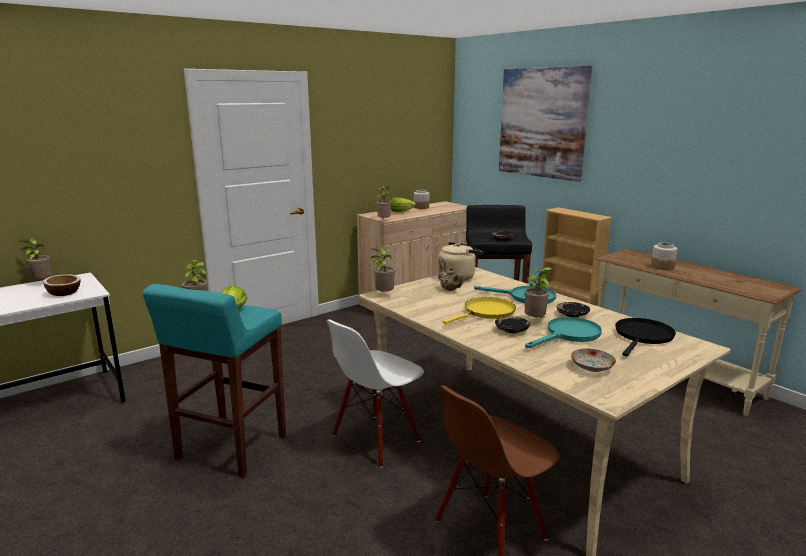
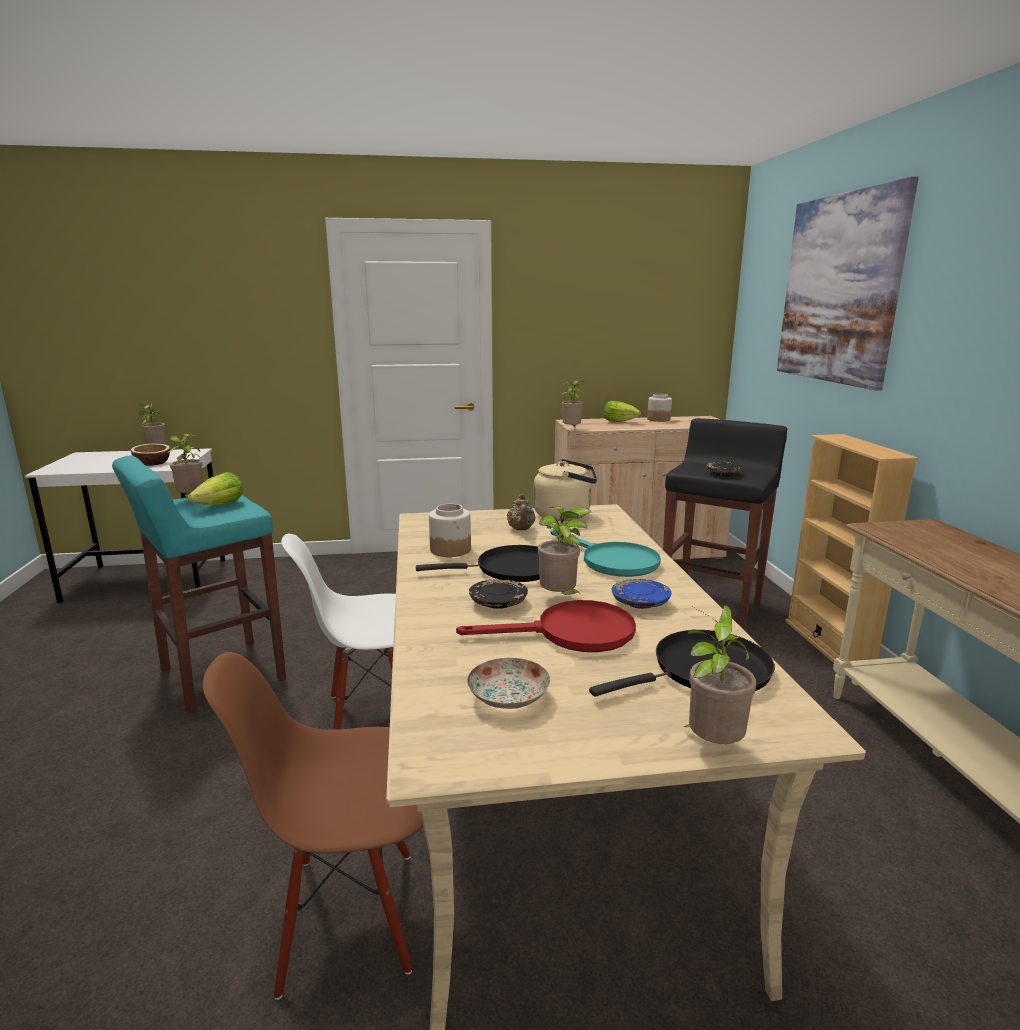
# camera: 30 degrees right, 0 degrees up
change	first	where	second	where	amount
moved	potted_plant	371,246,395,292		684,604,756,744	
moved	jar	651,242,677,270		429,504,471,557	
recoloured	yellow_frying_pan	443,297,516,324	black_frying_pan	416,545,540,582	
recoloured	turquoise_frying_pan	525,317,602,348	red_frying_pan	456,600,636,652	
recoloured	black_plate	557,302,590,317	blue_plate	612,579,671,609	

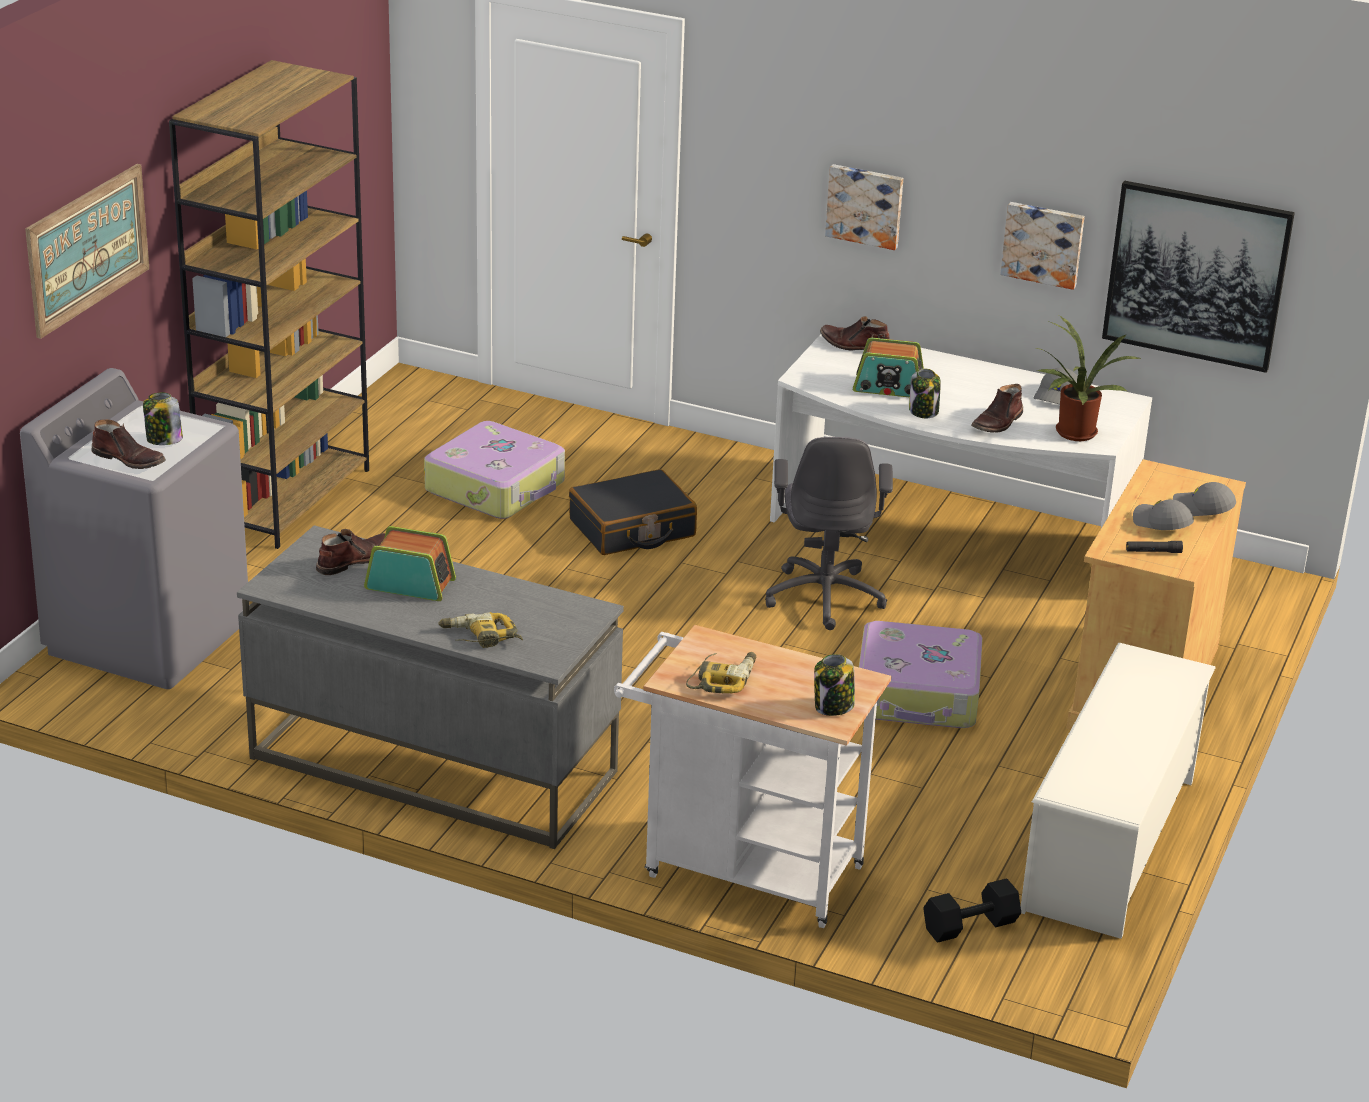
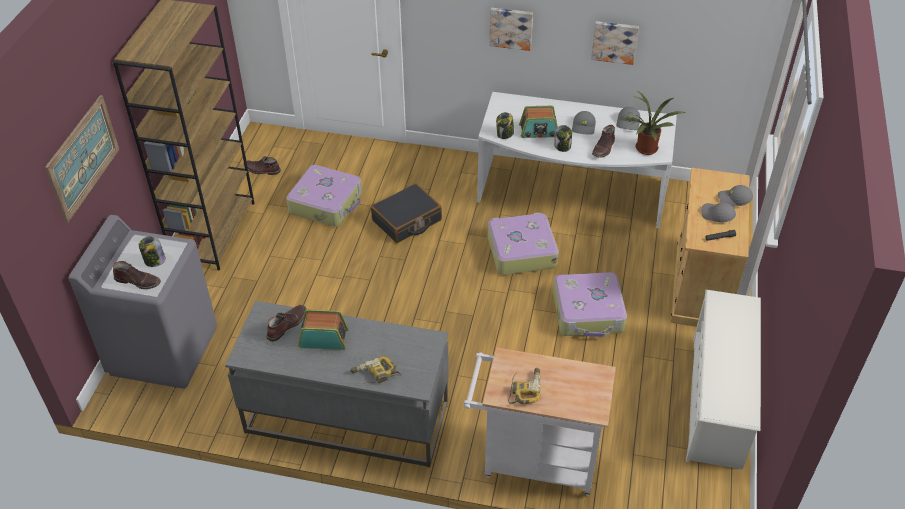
# camera: 10 degrees left, 15 degrees up
change	first	where	second	where	amount
removed	black_dumbbell	923,878,1021,943			
removed	picture	1102,181,1295,373			
added			grey_cap	572,111,596,134	
moved	jar	814,654,855,716		496,112,514,139	
moved	brown_boot	820,316,890,351		244,156,281,175	
replaced	grey_office_chair	765,437,893,630	suitcase	488,213,559,275	

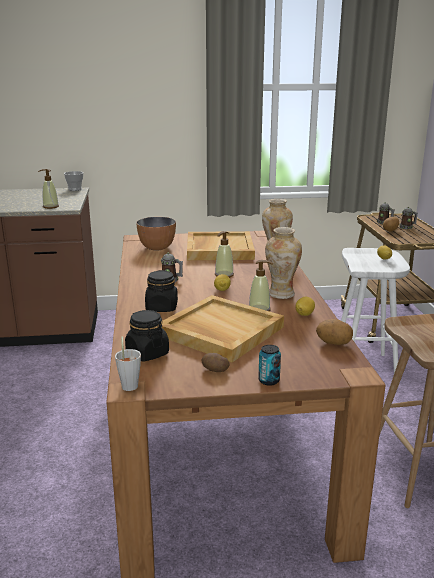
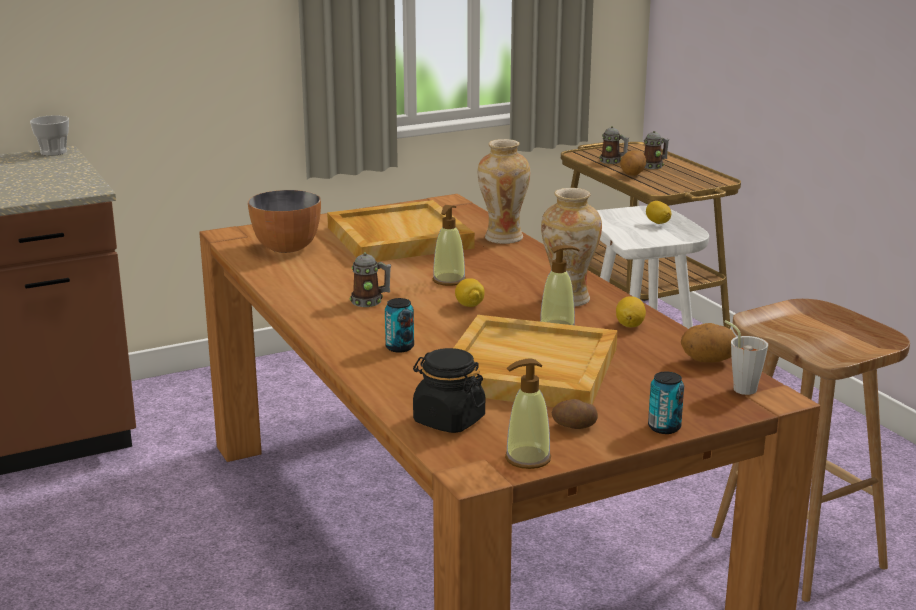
# camera: 20 degrees left, 0 degrees up
change	first	where	second	where	amount
moved	soap_dispenser	38,169,59,209		505,359,551,469	
moved	grey_cup	115,336,141,391		725,320,768,395	
replaced	black_jar	145,270,178,312	can	385,298,414,353	

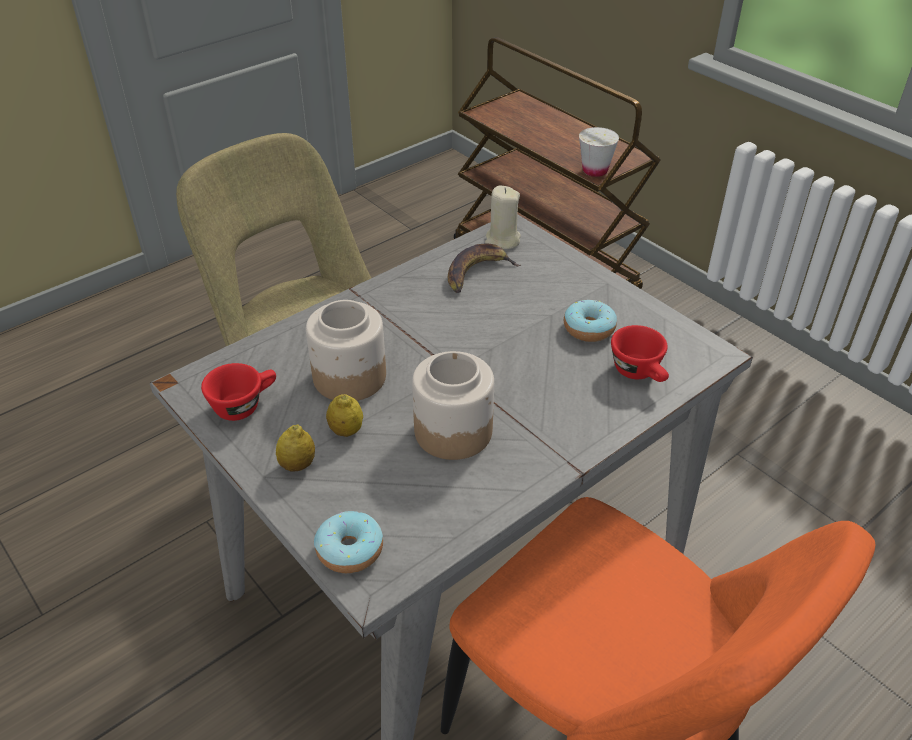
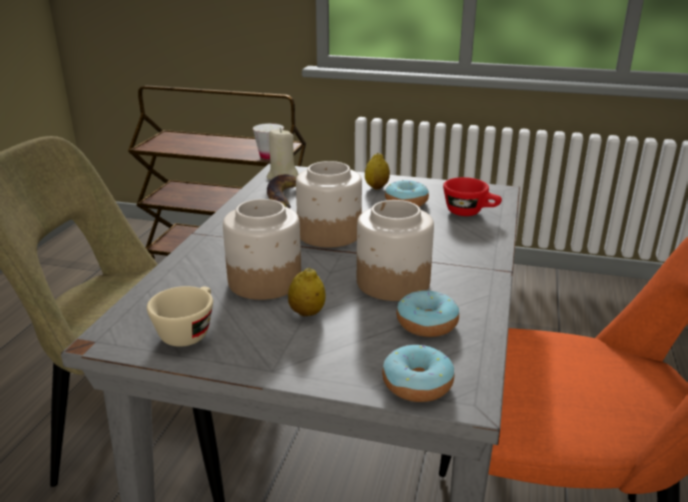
# camera: 35 degrees left, 15 degrees down
change	first	where	second	where	amount
added			jar	296,161,362,248	
added			donut	396,290,459,337	
moved	lemon	276,425,315,472		365,153,390,190	
recoloured	red_cup	201,363,276,421	beige_cup	147,286,213,347	

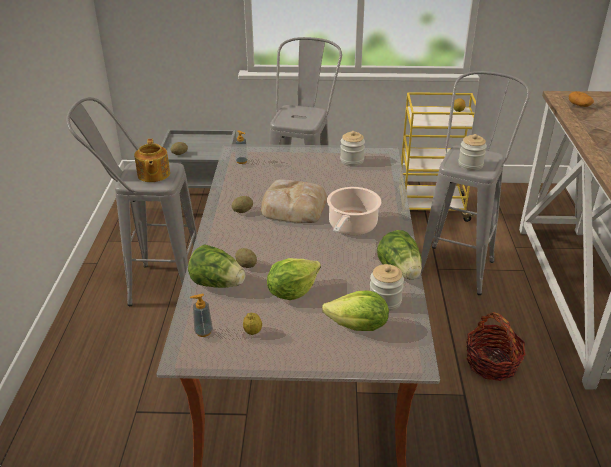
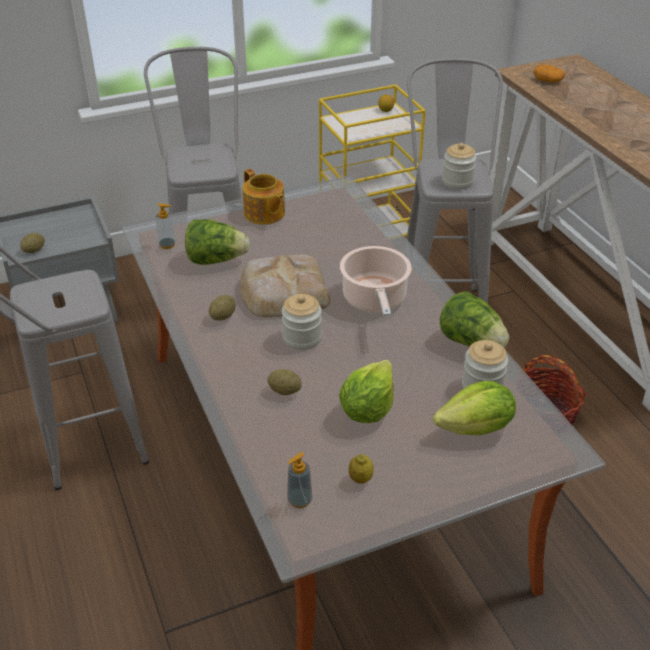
# camera: 25 degrees left, 5 degrees up
change	first	where	second	where	amount
moved	teapot	134,139,170,182		242,169,285,225	
moved	lettuce	188,244,245,288		185,219,250,265	
moved	jar	340,131,365,166		282,294,322,350	

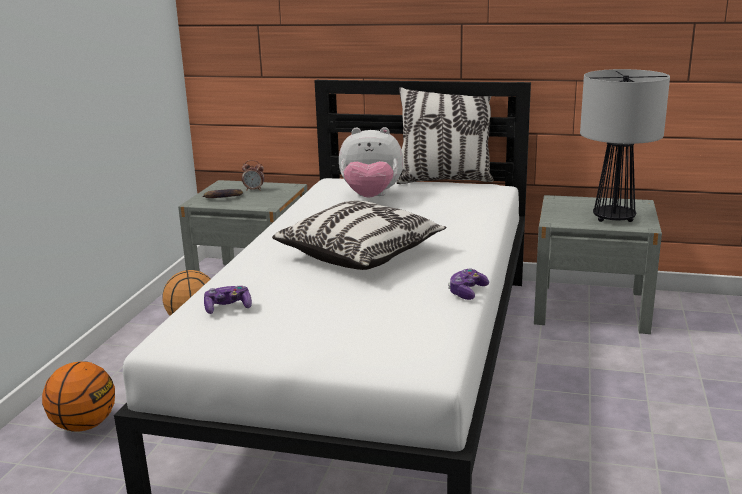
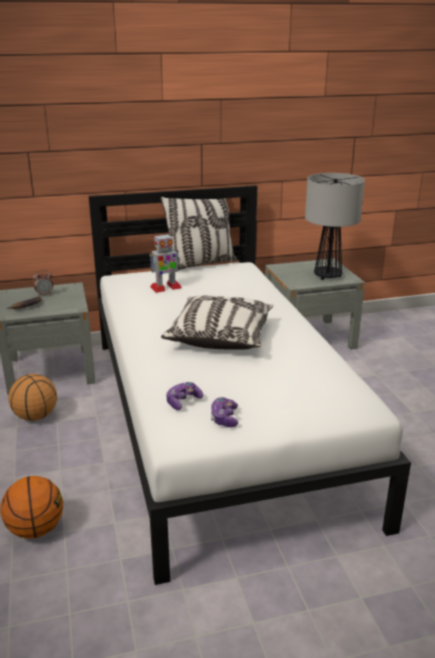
# camera: 30 degrees left, 5 degrees up
change	first	where	second	where	amount
moved	game_controller	448,268,489,300		211,397,238,427	
replaced	plush_toy	339,127,404,198	toy_robot	150,233,182,293	

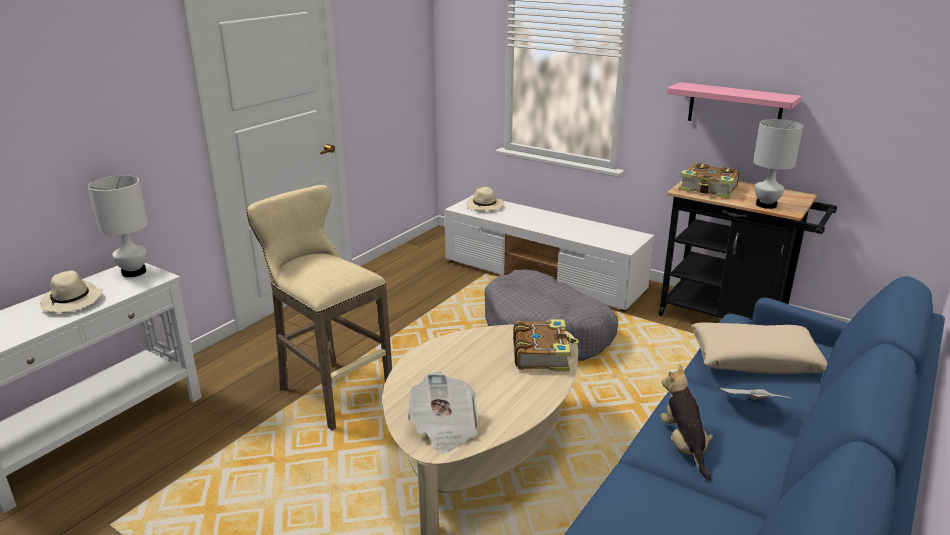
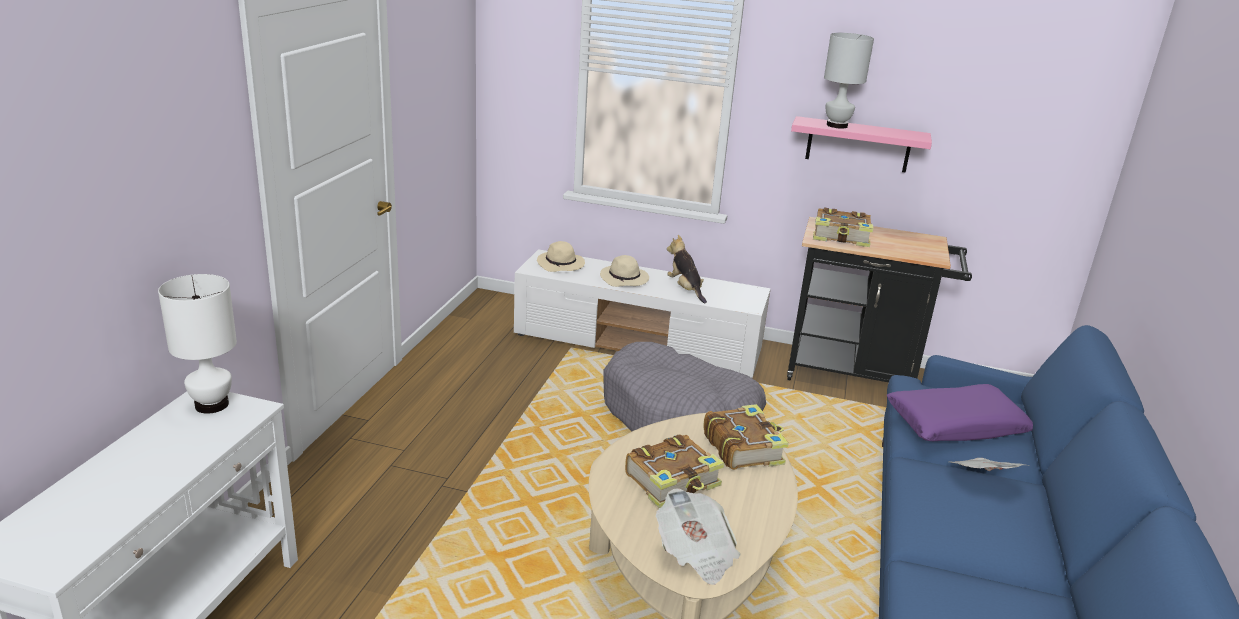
# camera: 20 degrees left, 0 degrees up
change	first	where	second	where	amount
removed	beige_stool	247,185,392,430			
added			book	625,435,724,508	
moved	beige_hat	40,271,103,313		600,255,649,287	
moved	plush_toy	660,364,713,481		667,235,707,304	
moved	white_table_lamp	753,119,803,209		824,33,874,129	
recoloured	beige_pillow	692,322,828,374	purple_pillow	887,384,1033,441	

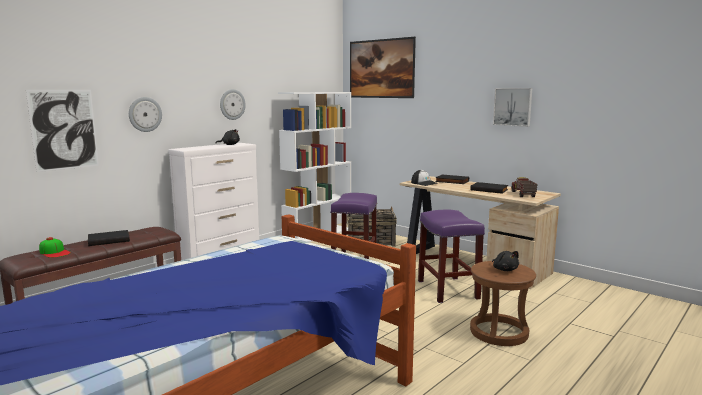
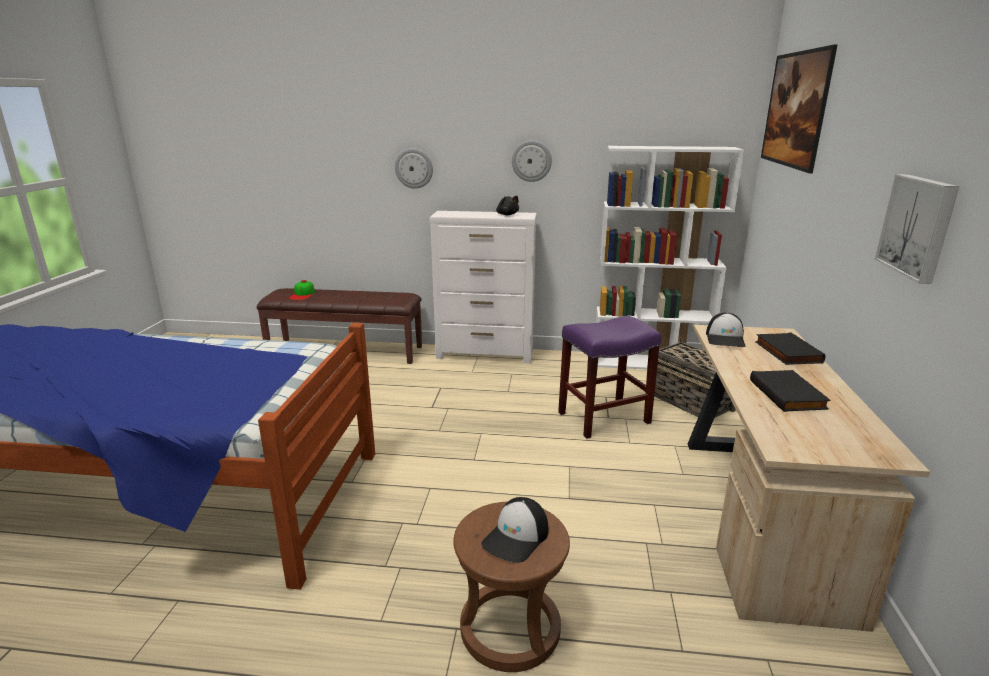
# camera: 55 degrees right, 10 degrees up
change	first	where	second	where	amount
removed	picture	26,90,99,172			
removed	black_book	88,230,130,246			
removed	purple_stool	418,210,485,303			
removed	toy_truck	511,177,538,197			
replaced	black_plush_toy	492,251,519,271	cap	481,497,548,563	

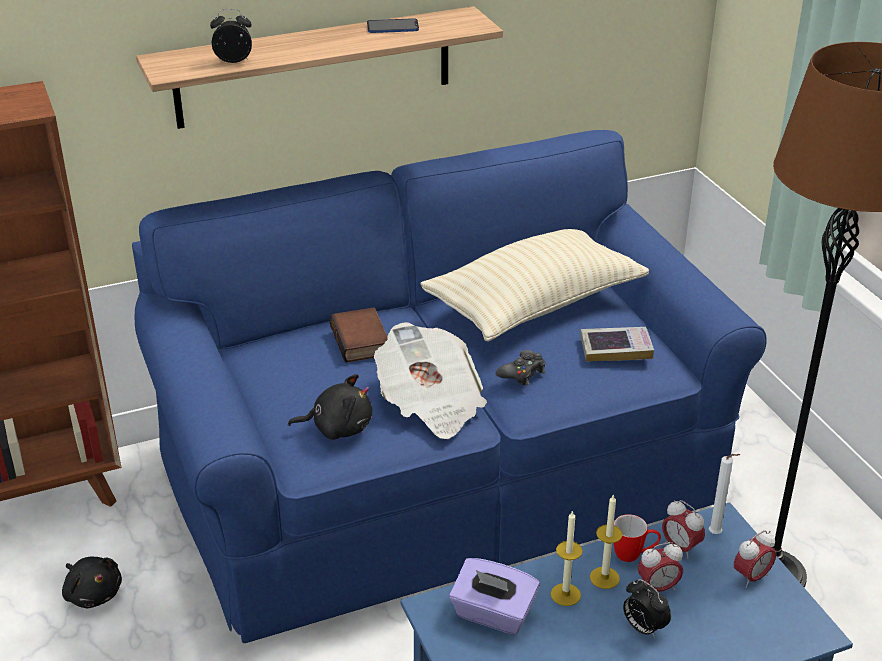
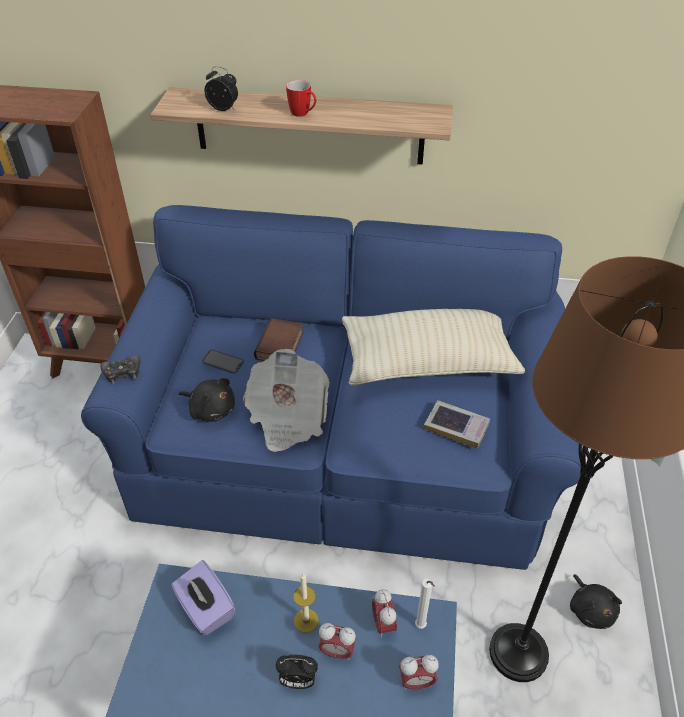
# camera: 30 degrees right, 10 degrees up
change	first	where	second	where	amount
removed	candle	551,510,583,606			
moved	black_plush_toy	62,557,122,608		570,574,622,629	
moved	phone	367,18,419,33		202,349,244,374	
moved	black_game_controller	496,350,545,385		100,355,140,384	
moved	mug	614,514,661,562		286,80,316,117	
turned	alarm_clock	623,579,671,638		276,655,318,689	75 degrees counterclockwise

